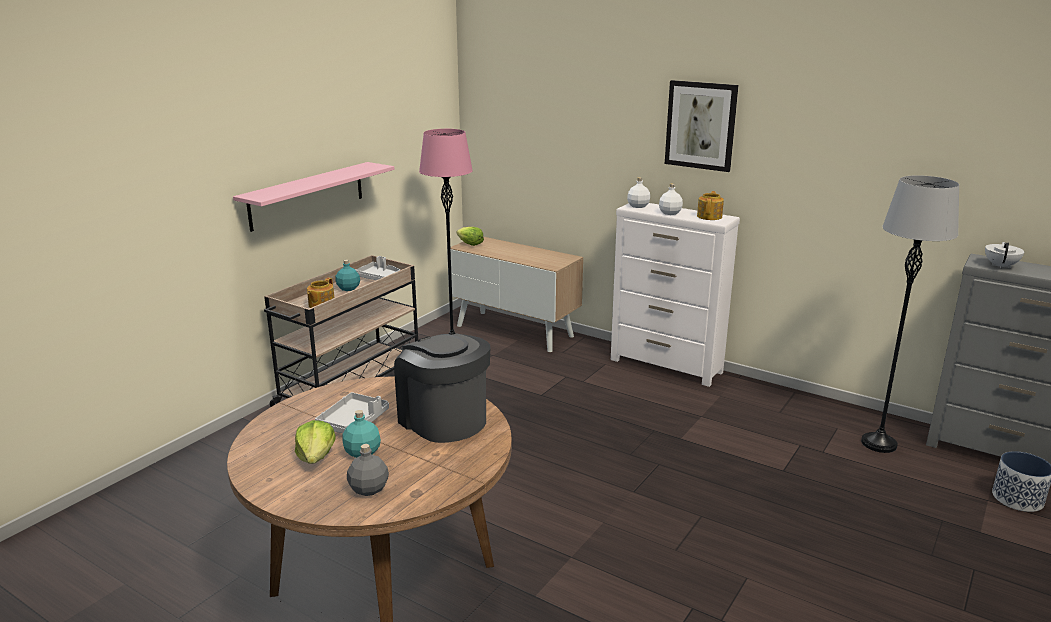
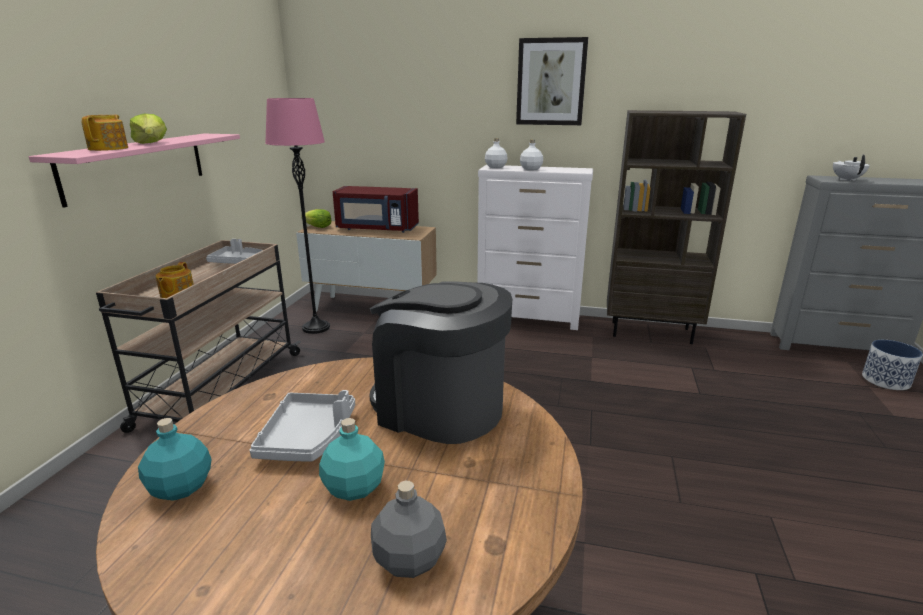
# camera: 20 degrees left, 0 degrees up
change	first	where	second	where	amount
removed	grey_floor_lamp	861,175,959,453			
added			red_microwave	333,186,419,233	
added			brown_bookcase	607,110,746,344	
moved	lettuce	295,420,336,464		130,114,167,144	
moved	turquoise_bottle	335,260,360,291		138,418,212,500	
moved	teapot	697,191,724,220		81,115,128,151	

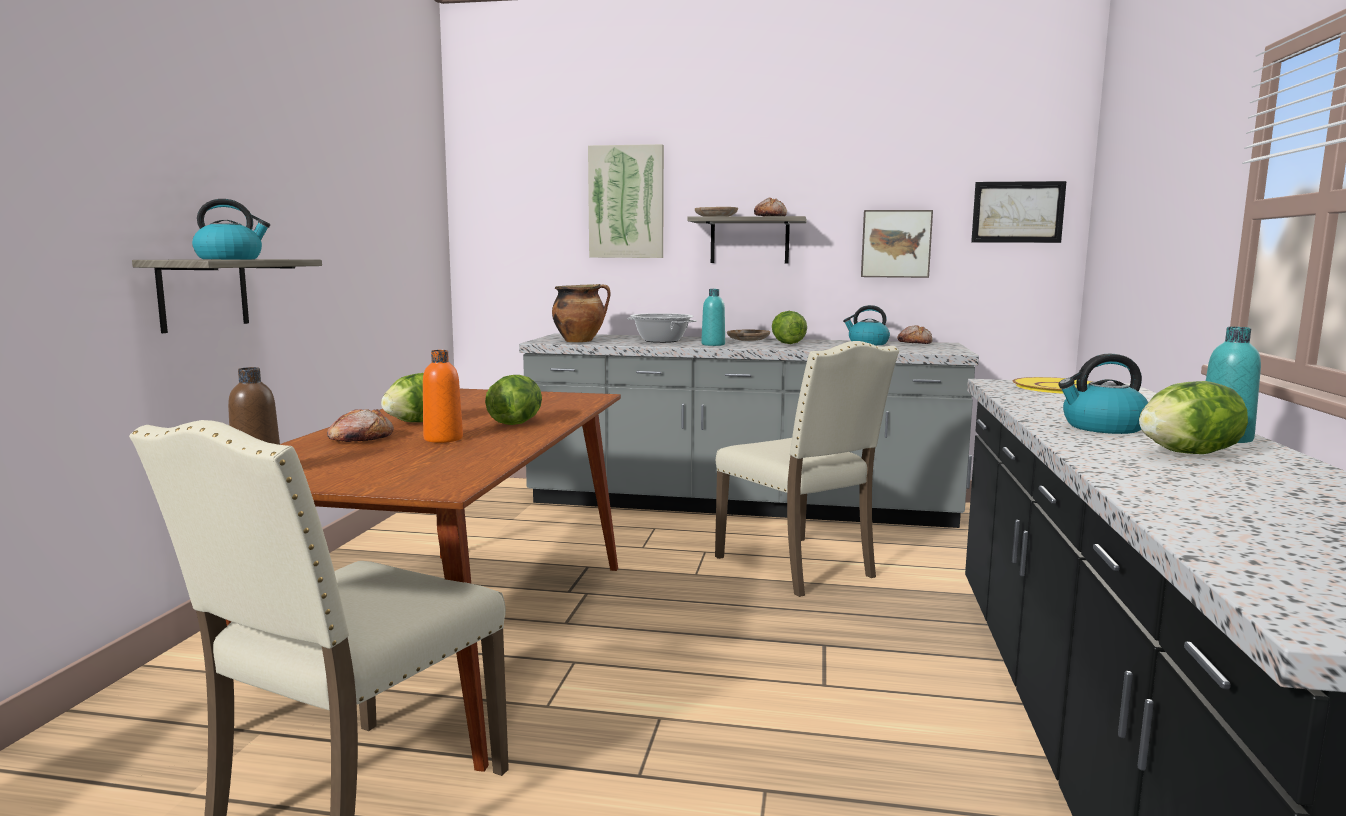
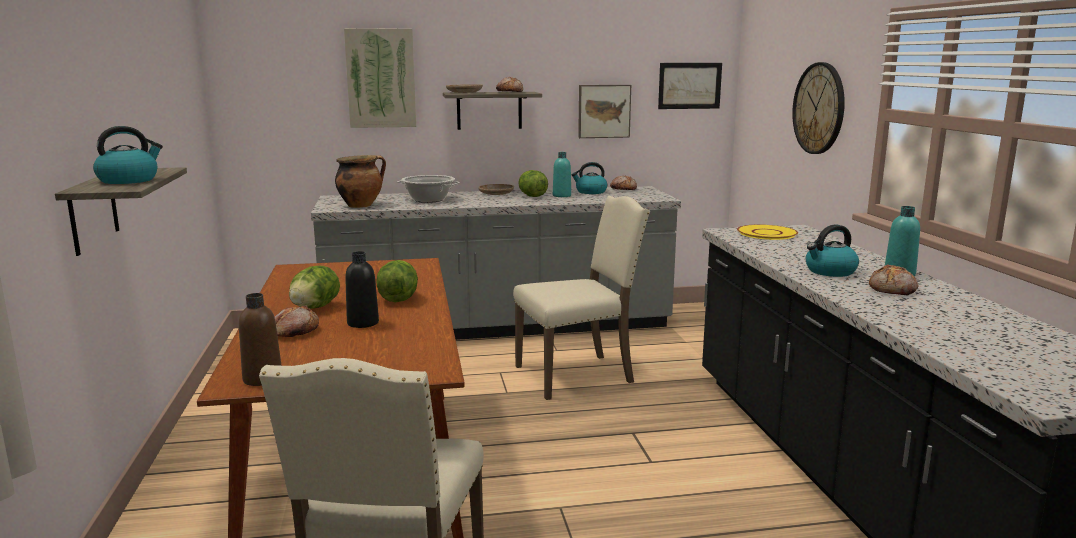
# camera: 20 degrees left, 5 degrees up
change	first	where	second	where	amount
added			wall_clock	792,62,845,154	
moved	turquoise_bottle	701,289,725,346		553,152,571,197	
replaced	lettuce	1139,381,1248,454	bread	869,264,919,295	
recoloured	orange_bottle	423,350,463,443	black_bottle	345,251,379,328	
turned	beige_chair	715,341,899,597		513,196,650,400	60 degrees counterclockwise

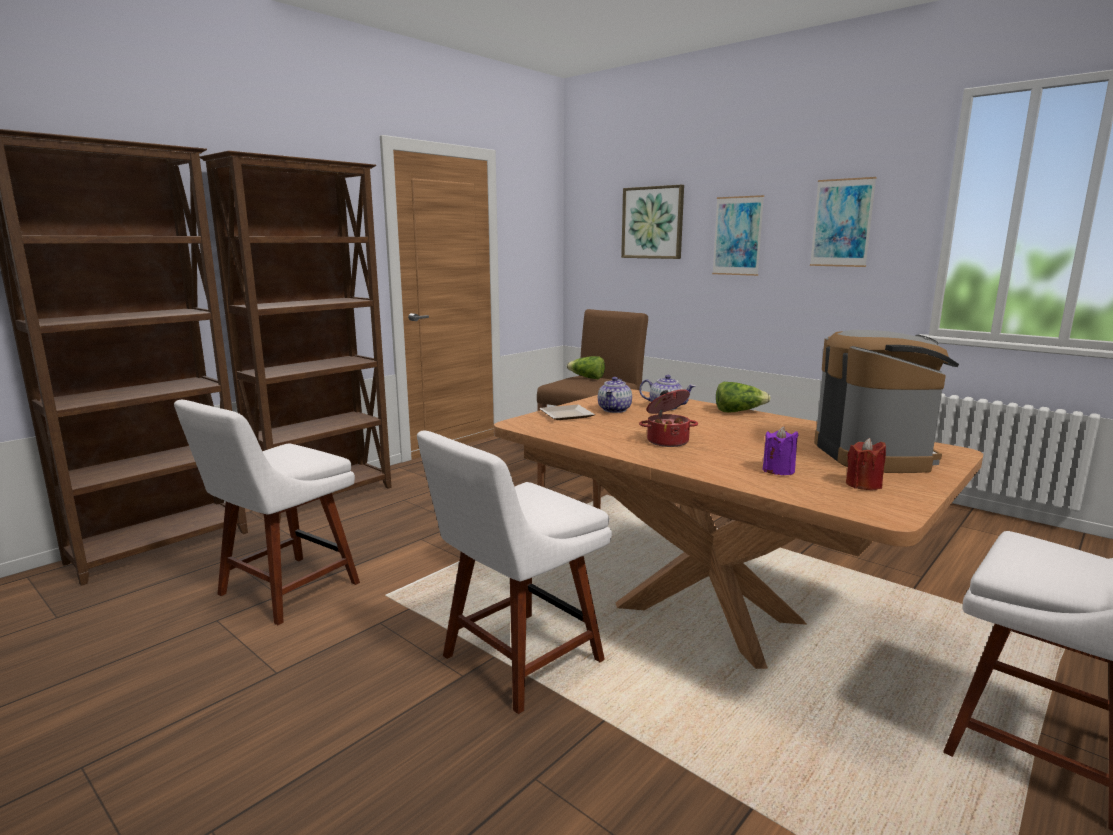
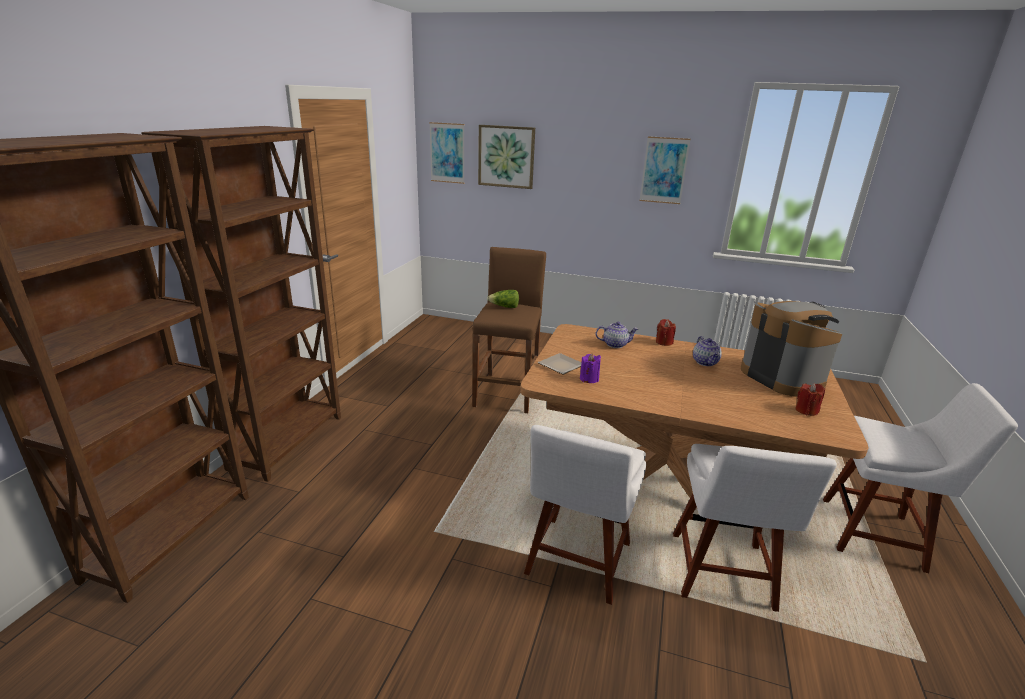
# camera: 25 degrees left, 10 degrees up
change	first	where	second	where	amount
removed	cooking_pot	639,389,698,447			
moved	white_chair	174,400,360,625		673,444,837,612	
moved	teapot	598,377,632,413		693,336,722,366	
moved	picture	712,195,764,276		429,122,465,184	
moved	purple_candle	763,426,799,475		580,353,601,383	
replaced	lettuce	716,382,771,413	red_candle	656,319,676,346	

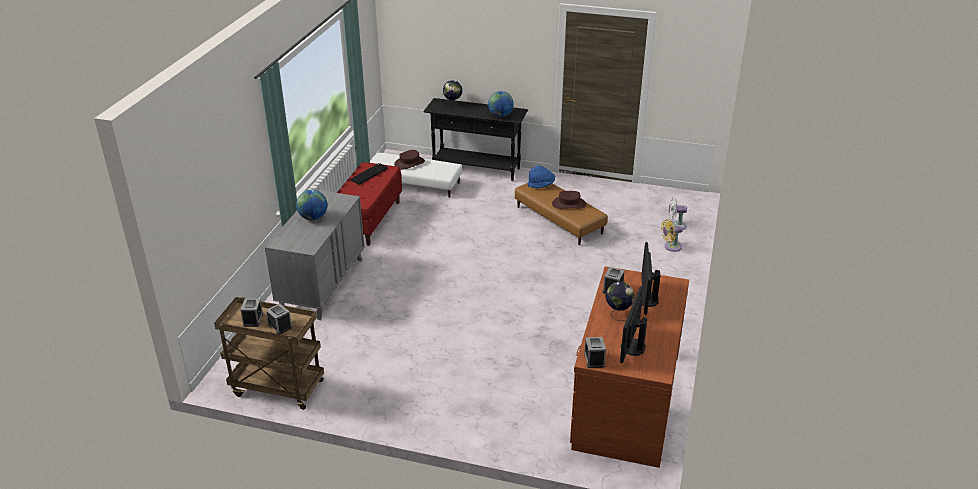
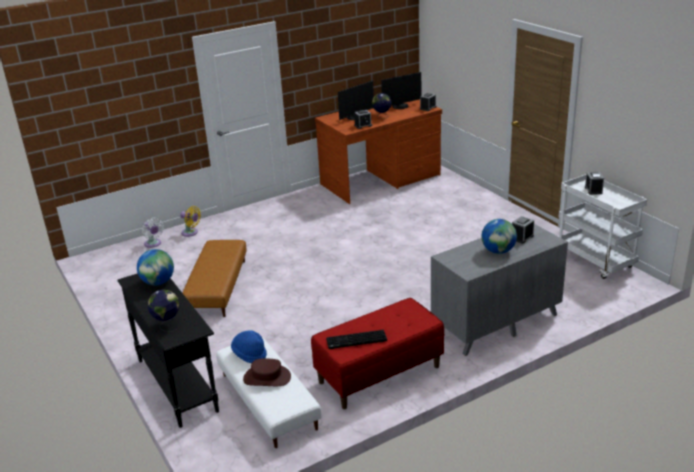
# camera: 135 degrees left, 5 degrees down
change	first	where	second	where	amount
removed	brown_hat	552,191,586,209			
moved	alarm_clock	240,299,263,327		512,216,534,244	
moved	blue_hat	528,166,555,188		231,330,267,363	
recoloured	brown_cart	214,297,324,410	white_cart	559,174,647,279	

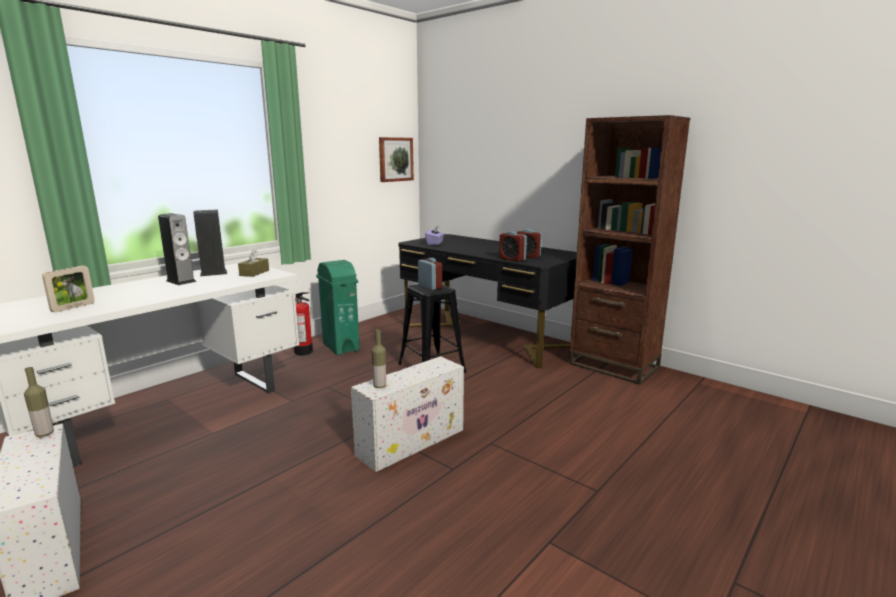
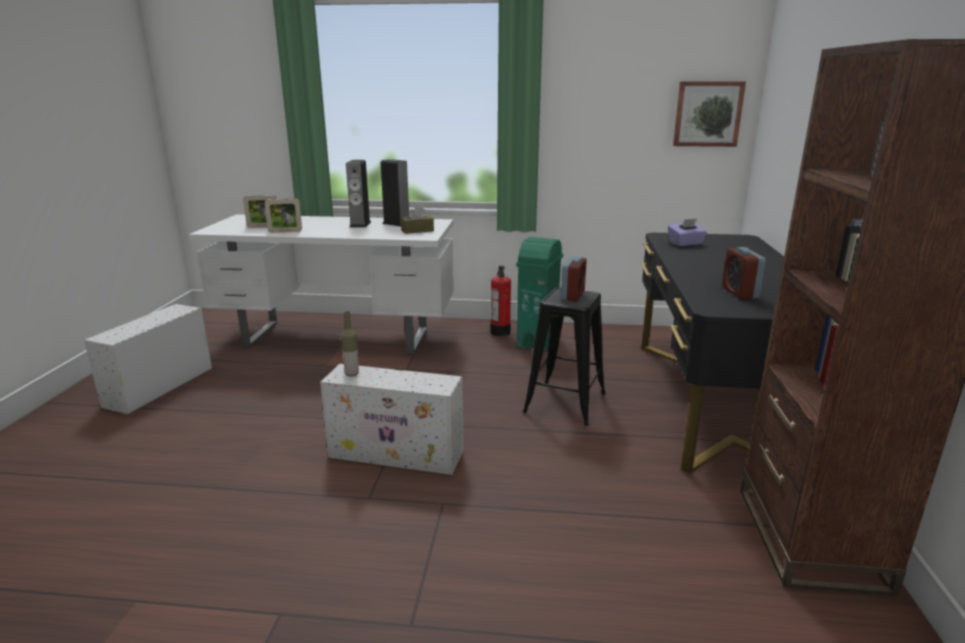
# camera: 55 degrees right, 5 degrees up
change	first	where	second	where	amount
removed	bottle	24,367,54,437			
removed	alarm_clock	499,231,527,262			
added			picture_frame	264,198,302,233	

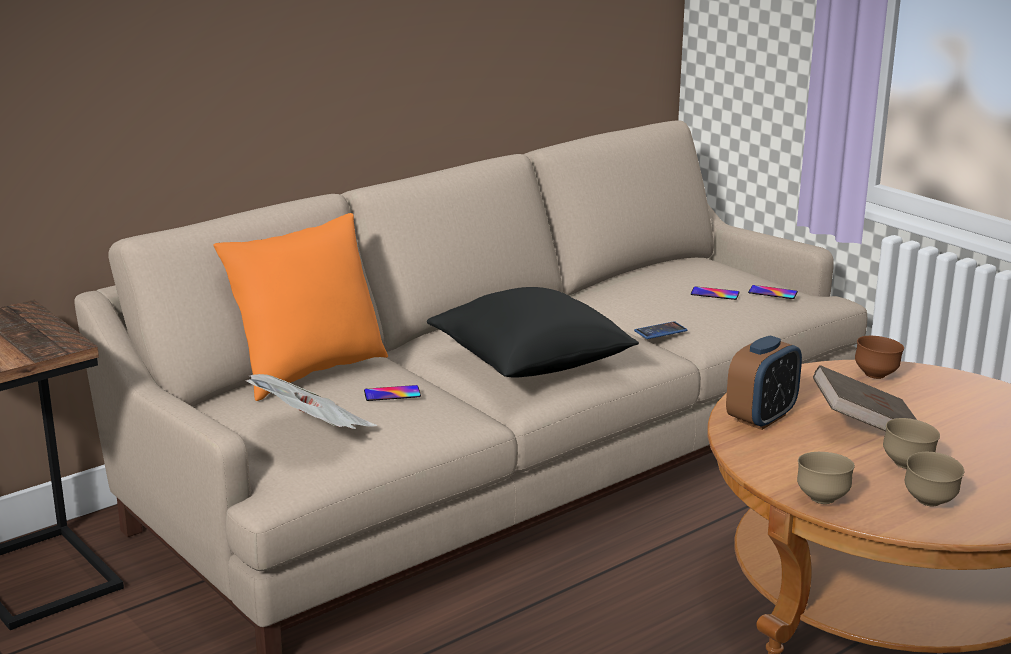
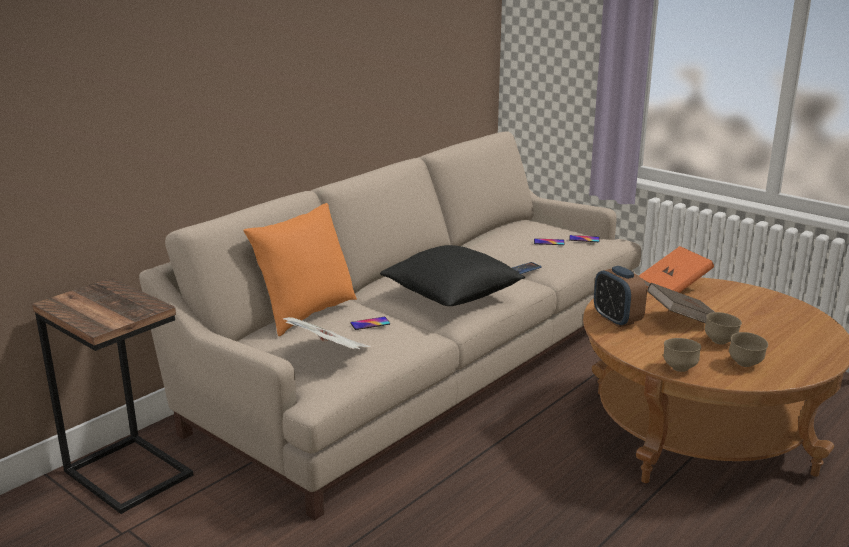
# camera: 10 degrees left, 0 degrees up
change	first	where	second	where	amount
replaced	brown_bowl	855,336,904,379	orange_book	639,246,714,293	
turned	alarm_clock	726,335,802,430		594,266,647,327	120 degrees clockwise

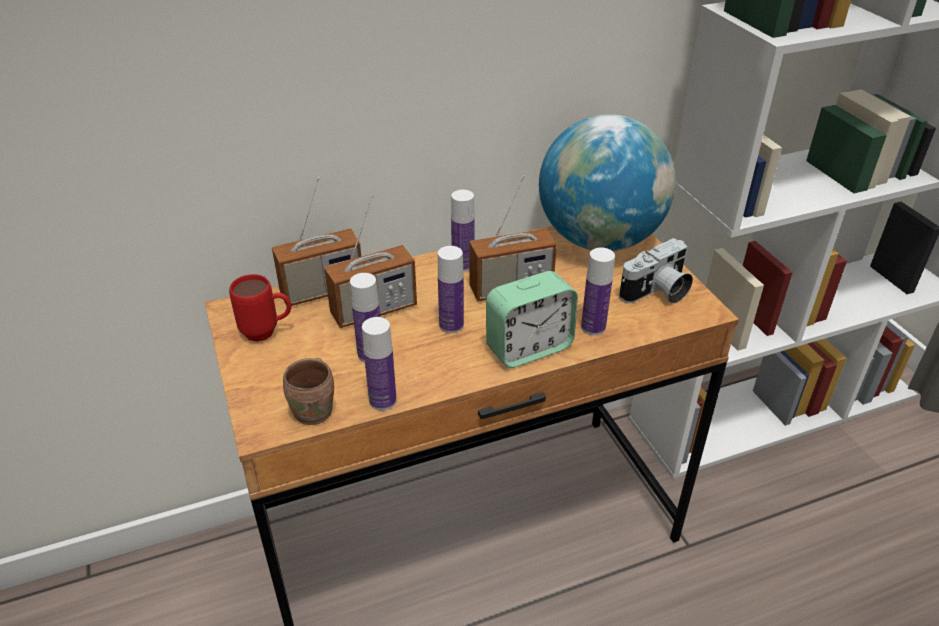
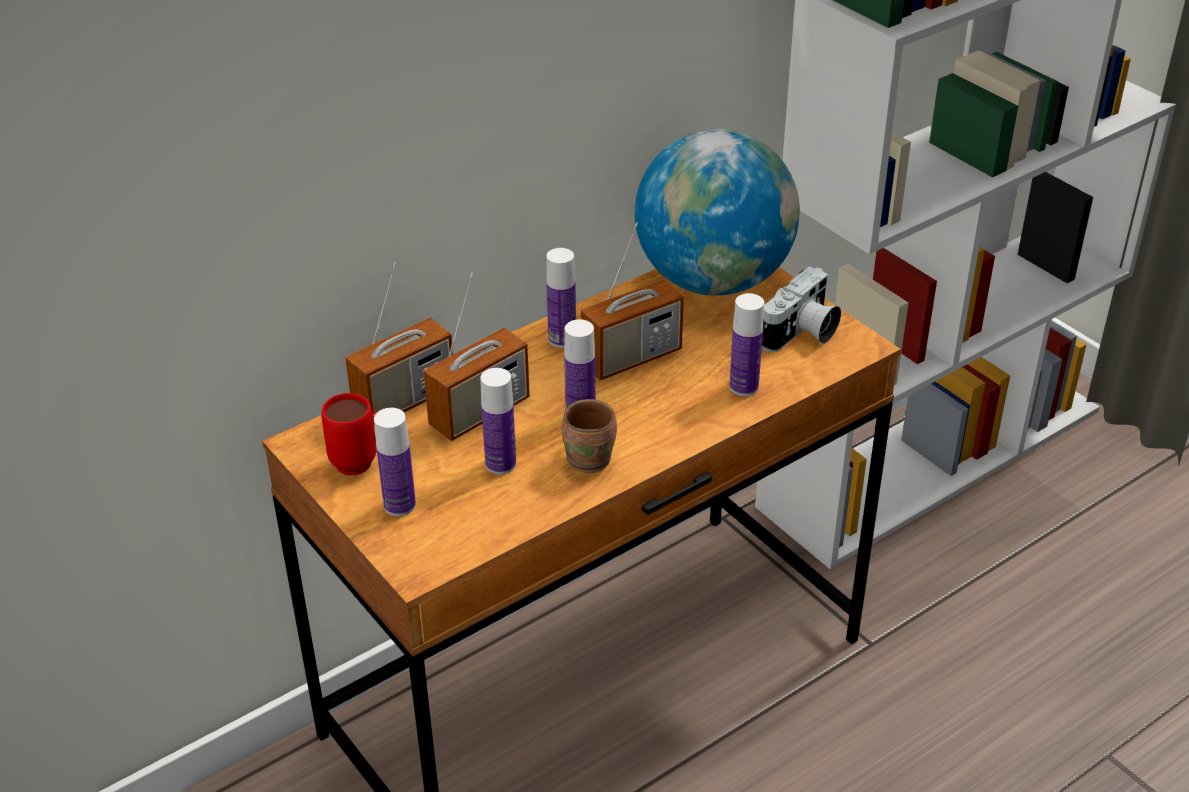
# camera: 15 degrees left, 0 degrees up
change	first	where	second	where	amount
removed	alarm_clock	486,271,578,368			
moved	brown_mug	283,358,334,425		562,399,617,473	
moved	bottle	362,317,397,411		374,408,416,516	

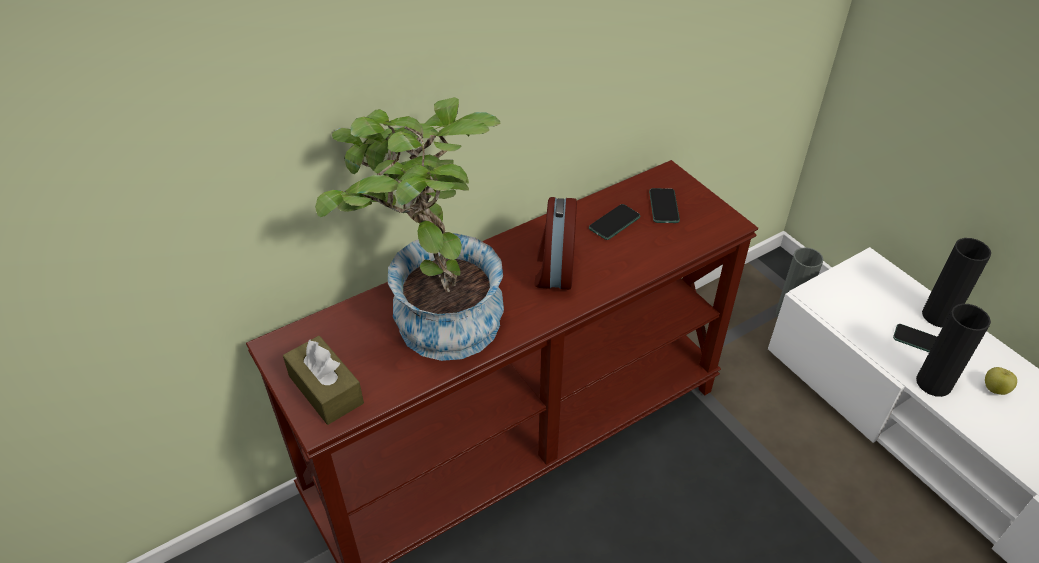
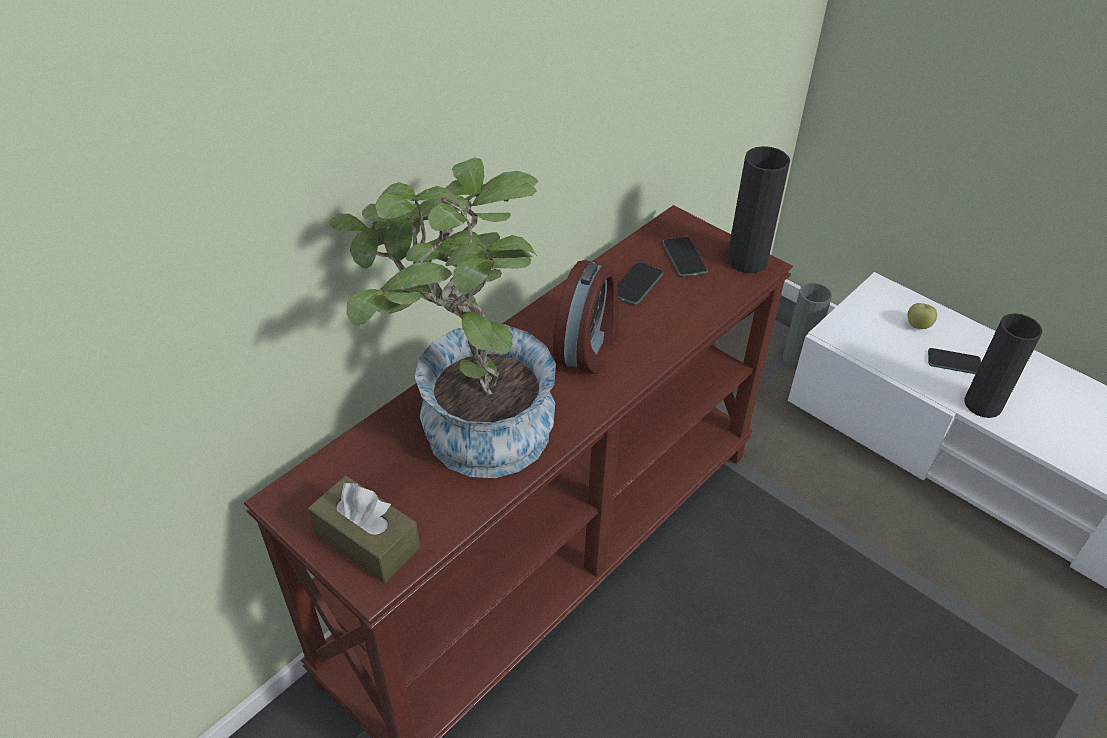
# camera: 15 degrees left, 0 degrees up
change	first	where	second	where	amount
moved	black_vase	922,238,991,327		727,146,790,273	
moved	apple	985,367,1017,395		908,303,937,329	
turned	alarm_clock	534,197,577,290		553,260,619,374	150 degrees counterclockwise

